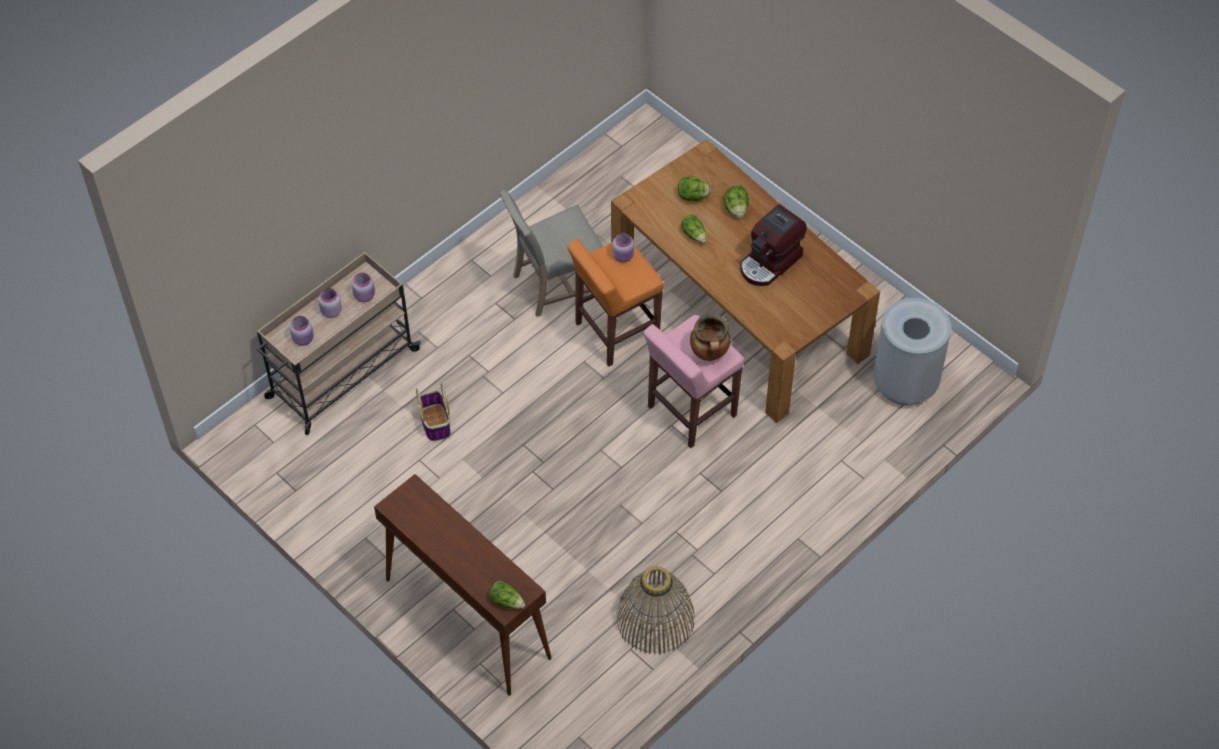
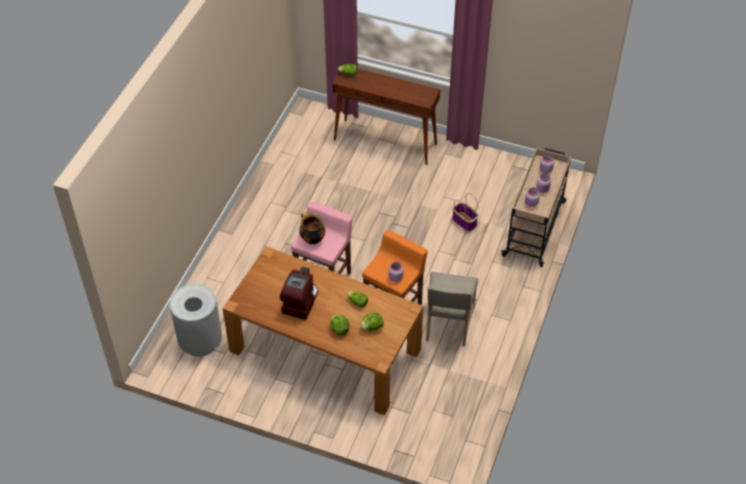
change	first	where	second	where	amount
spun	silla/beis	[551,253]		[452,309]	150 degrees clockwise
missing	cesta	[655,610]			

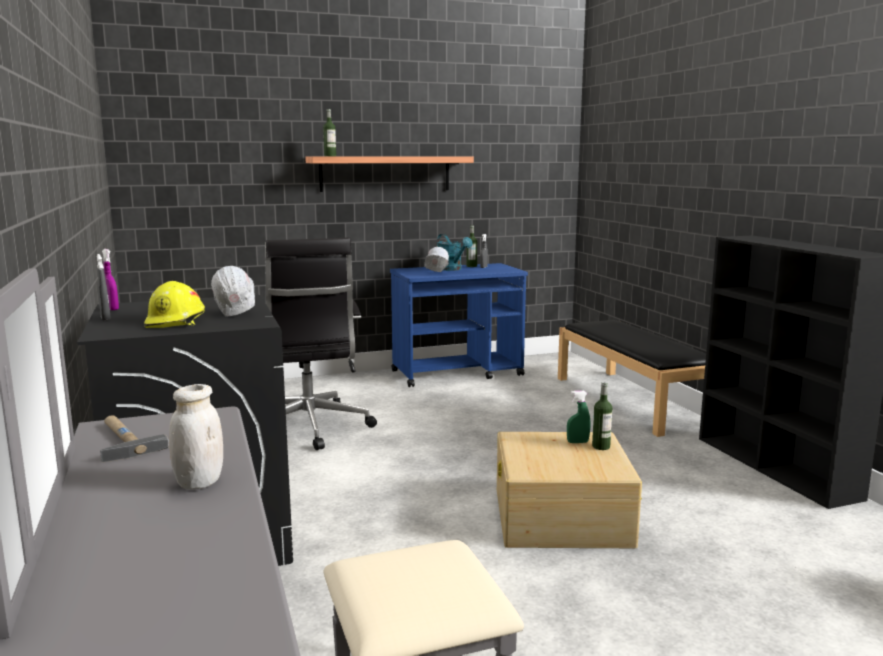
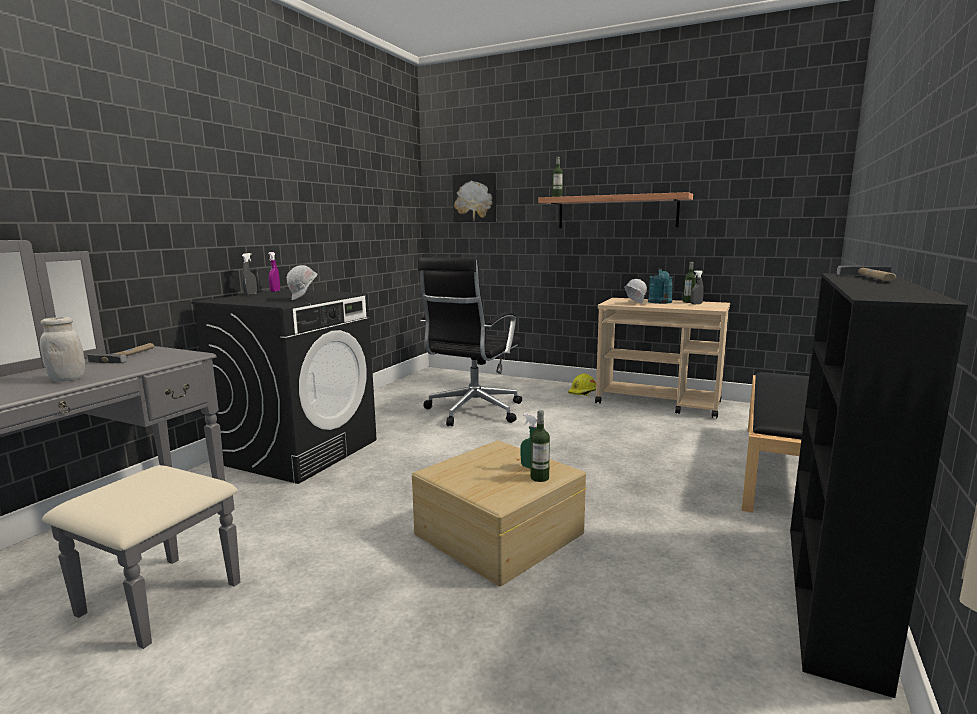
change	first	where	second	where	amount
appeared			cuadro	[474,197]	
relocated	casco/amarillo	[174,304]		[582,385]	
colour	carrito/azul	[459,325]	carrito/beis	[662,358]	
appeared			martillo	[866,274]	

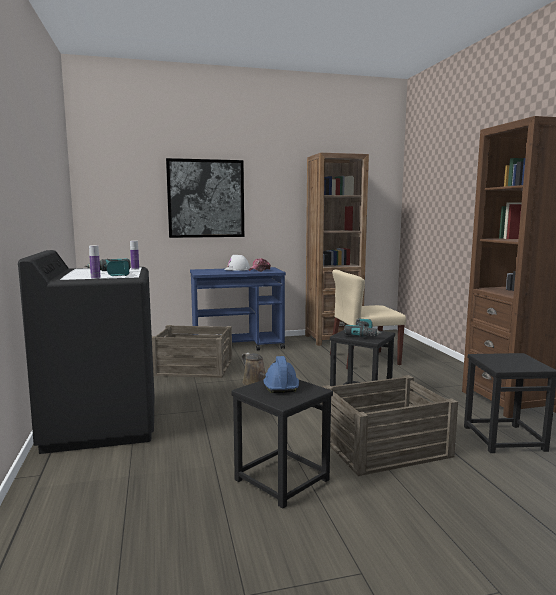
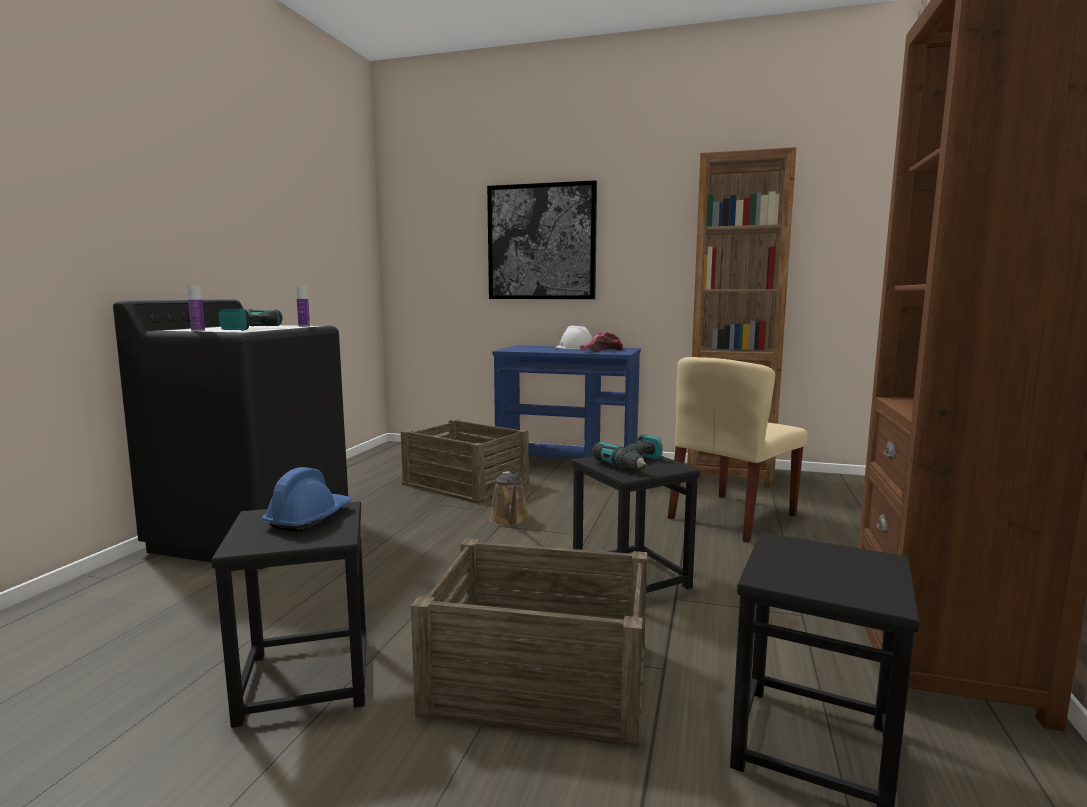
change	first	where	second	where	amount
spun	silla/beis	[368,319]		[737,450]	60 degrees counterclockwise

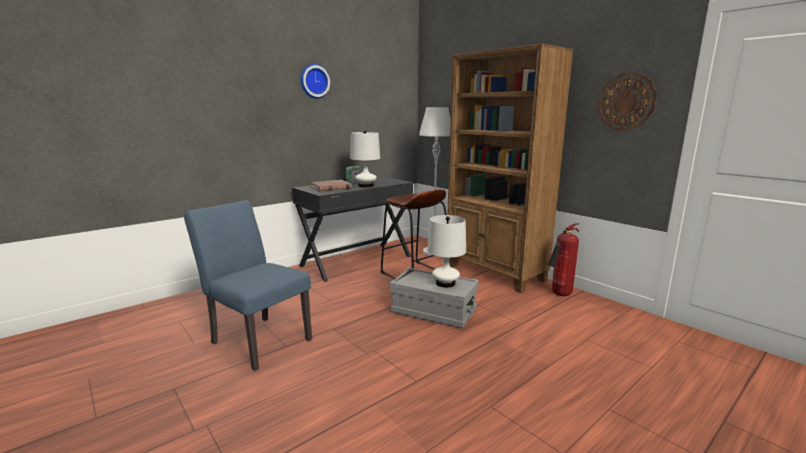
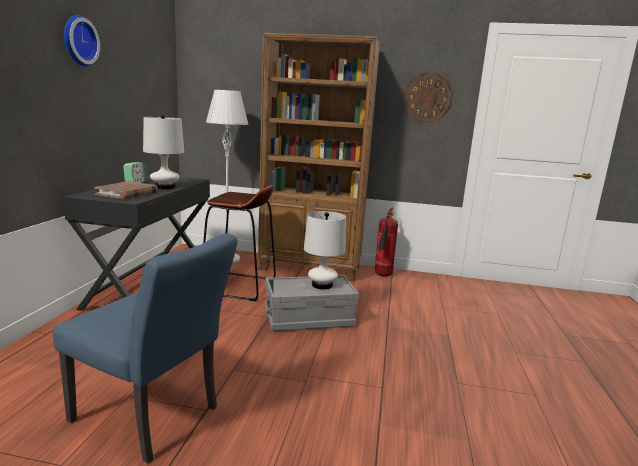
change	first	where	second	where	amount
spun	silla/azul	[248,285]		[145,348]	150 degrees counterclockwise

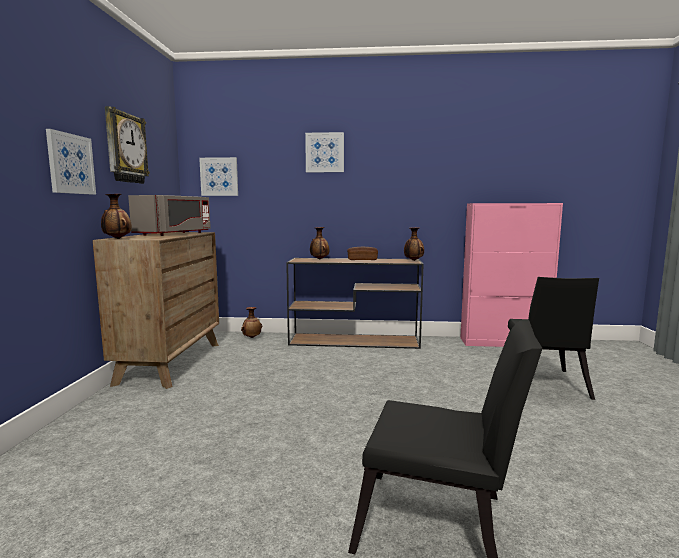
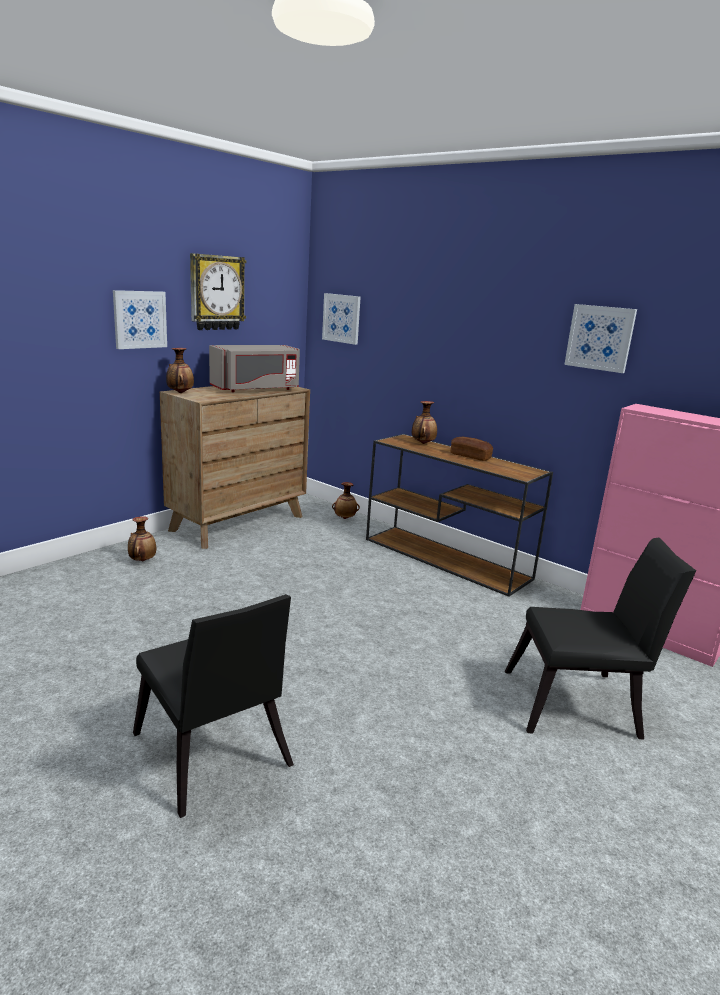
change	first	where	second	where	amount
relocated	florero	[414,244]		[142,538]	
spun	silla/negro	[553,338]		[600,638]	135 degrees counterclockwise
relocated	cuadro	[324,152]		[600,338]	

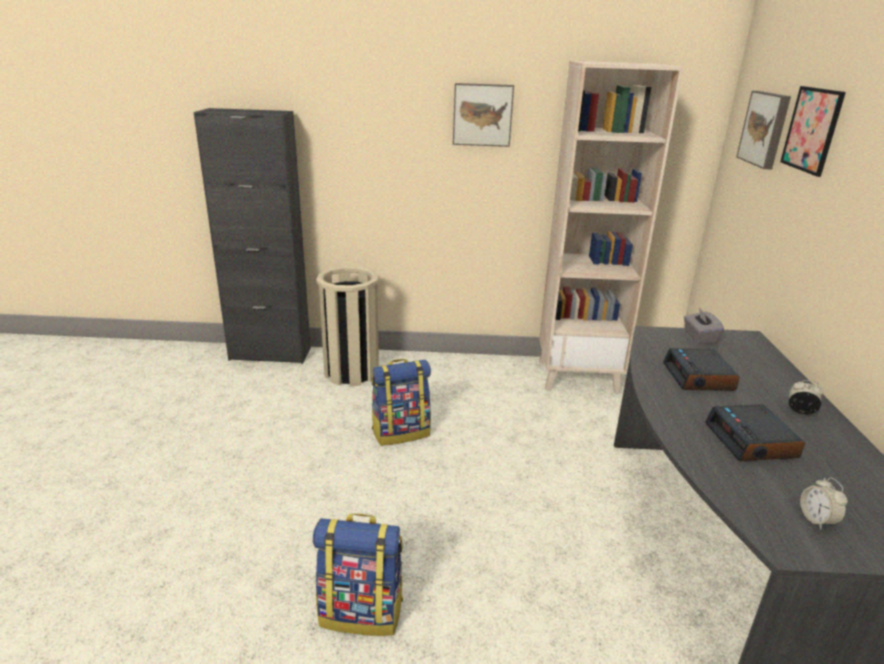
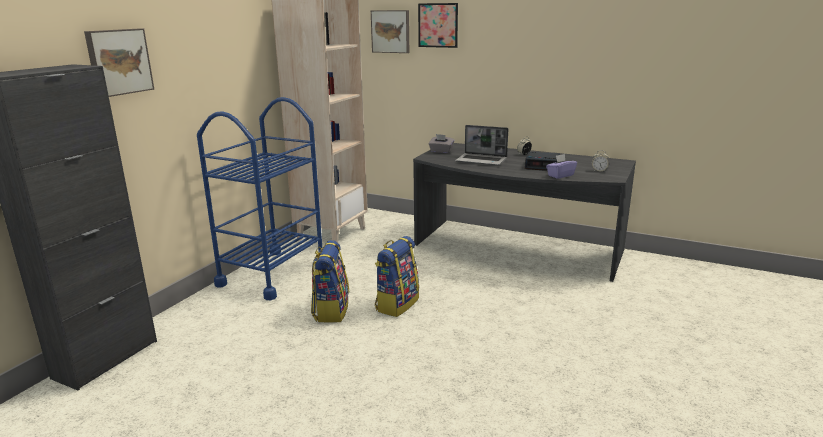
change	first	where	second	where	amount
relocated	cuadro	[483,115]		[119,62]	
appeared			carrito/azul	[259,198]	
relocated	mochila	[358,575]		[397,276]	
exchanged	despertador	[701,369]	portátil	[481,145]	
appeared			caja de pañuelos/morado	[561,166]	
missing	papelera/beis	[347,326]			

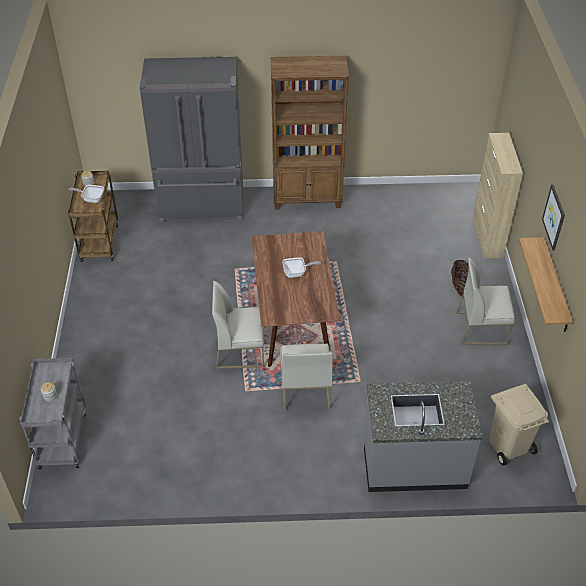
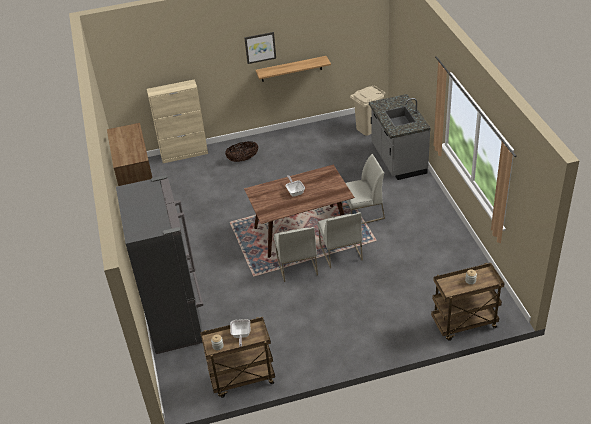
change	first	where	second	where	amount
relocated	silla/blanco	[485,301]		[296,254]	
colour	carrito/gris	[52,413]	carrito/marrón	[468,302]	

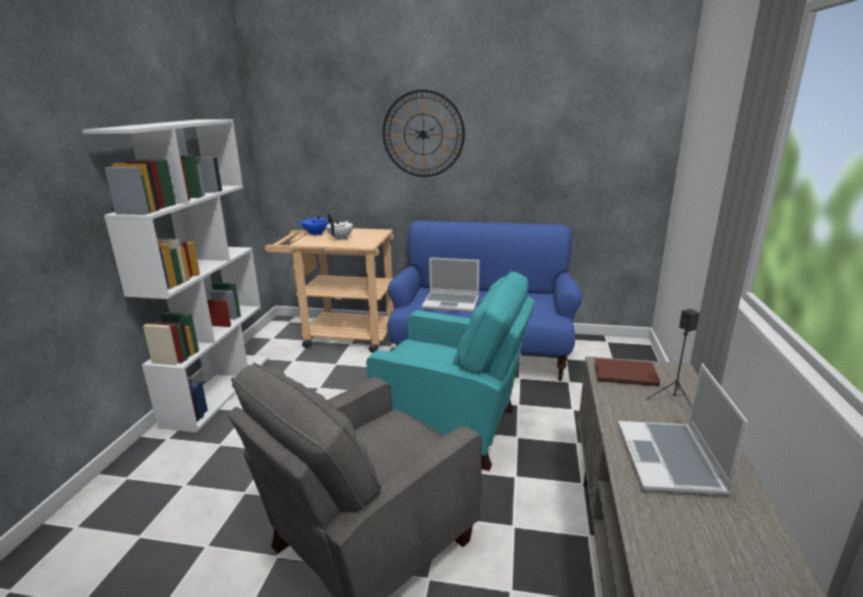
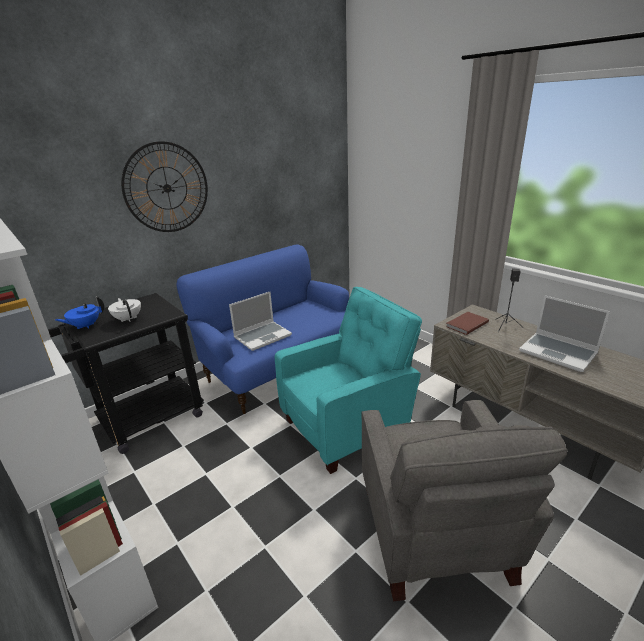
change	first	where	second	where	amount
colour	carrito/beis	[329,290]	carrito/negro	[126,373]	

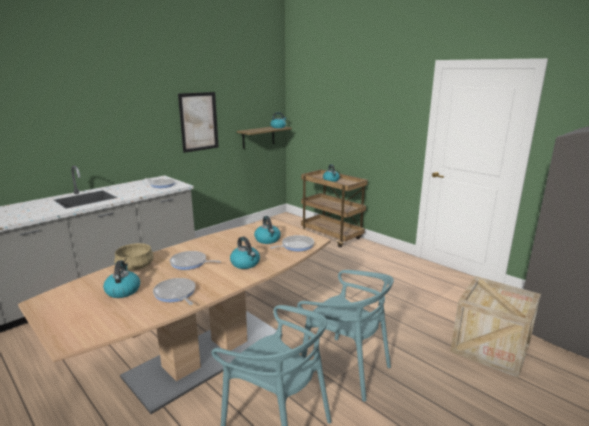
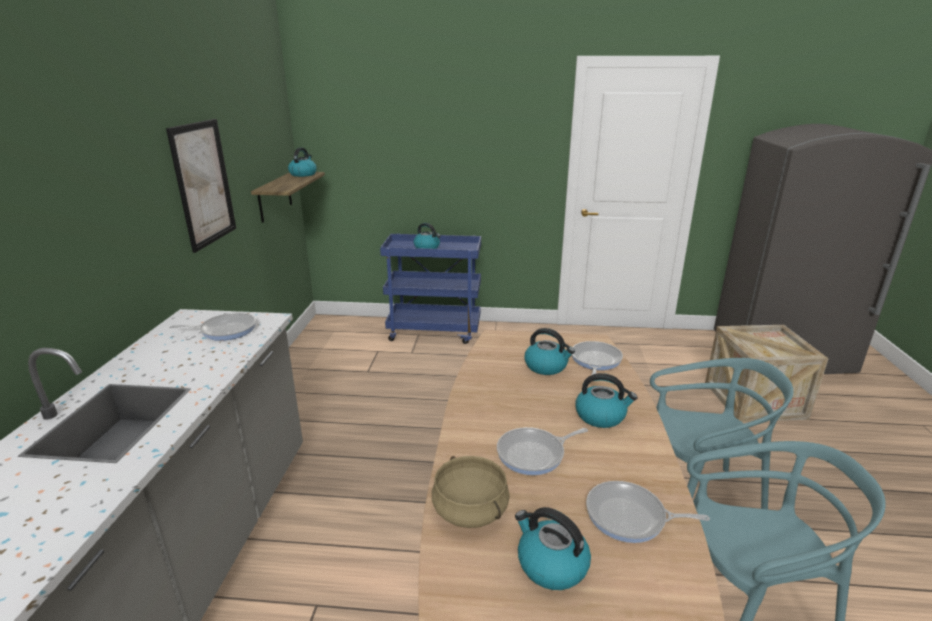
change	first	where	second	where	amount
colour	carrito/marrón	[334,208]	carrito/azul	[430,288]	

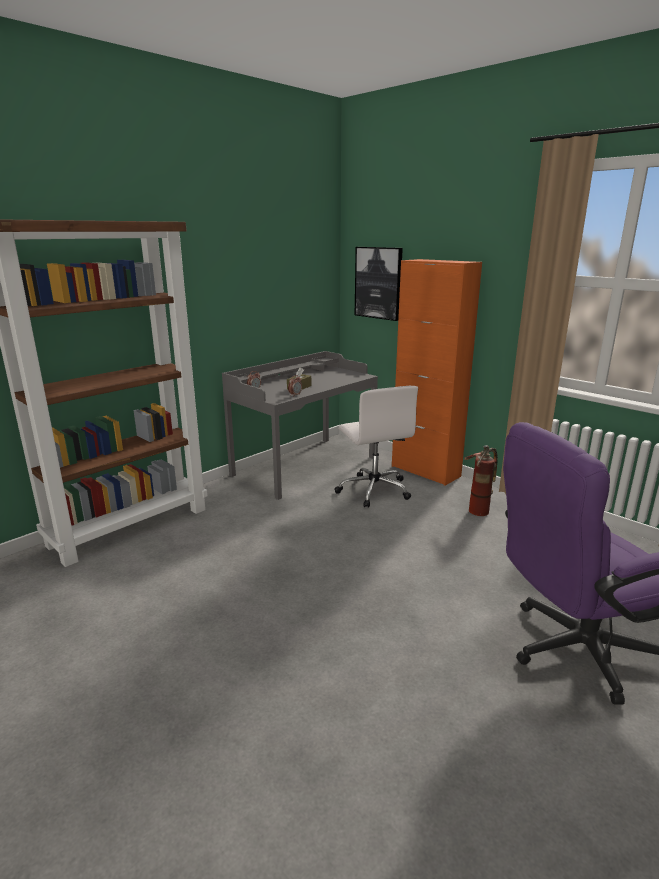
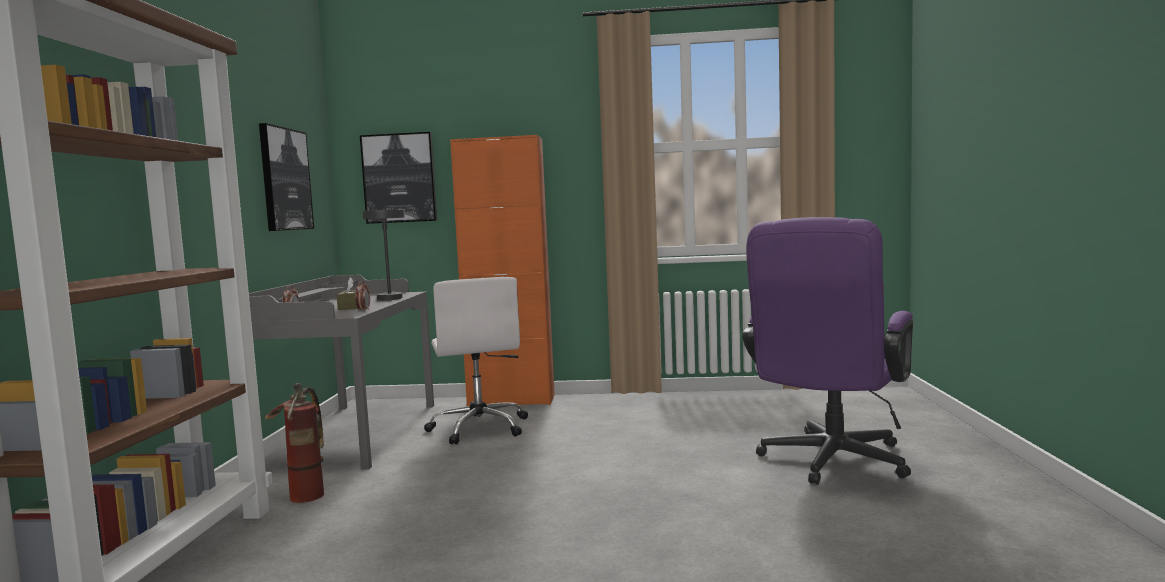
change	first	where	second	where	amount
appeared			cuadro	[286,177]	
relocated	extintor	[480,480]		[294,443]	
appeared			lámpara de mesa/gris	[383,254]	
spun	silla de oficina/blanco	[376,447]		[476,361]	45 degrees clockwise

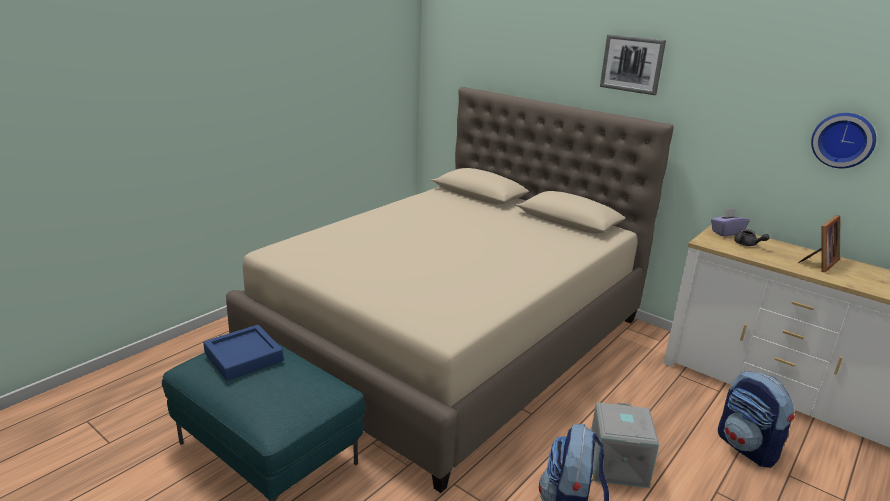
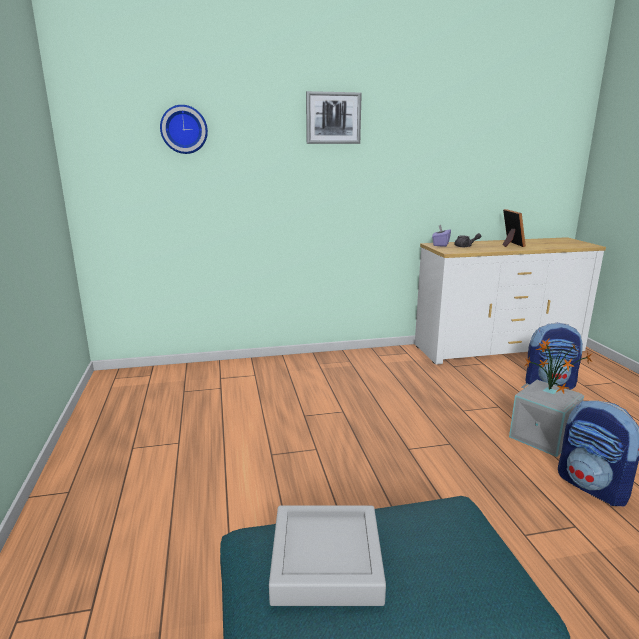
change	first	where	second	where	amount
relocated	reloj de pared	[843,140]		[184,129]	
colour	bandeja/azul	[243,353]	bandeja/gris	[327,556]	
appeared			planta en maceta	[558,366]	
missing	cama/beis	[450,290]			

